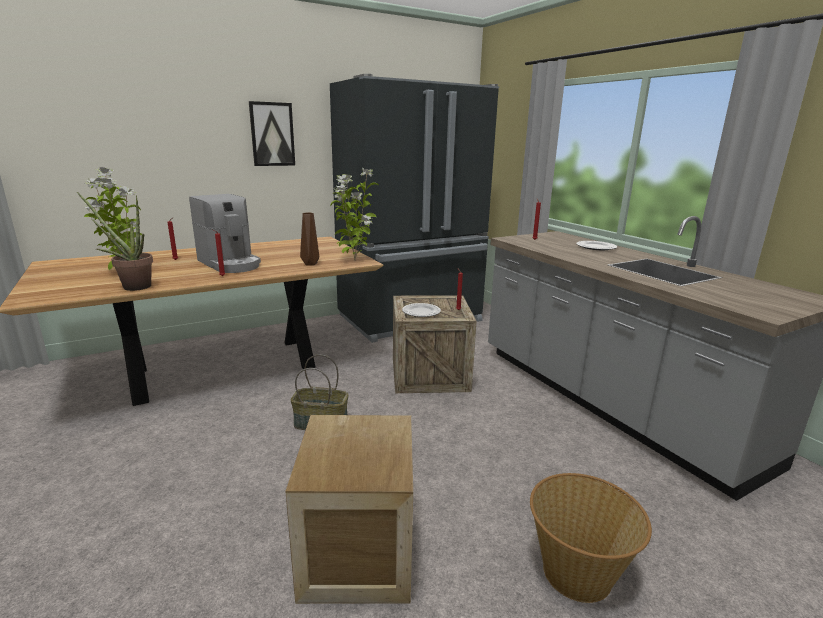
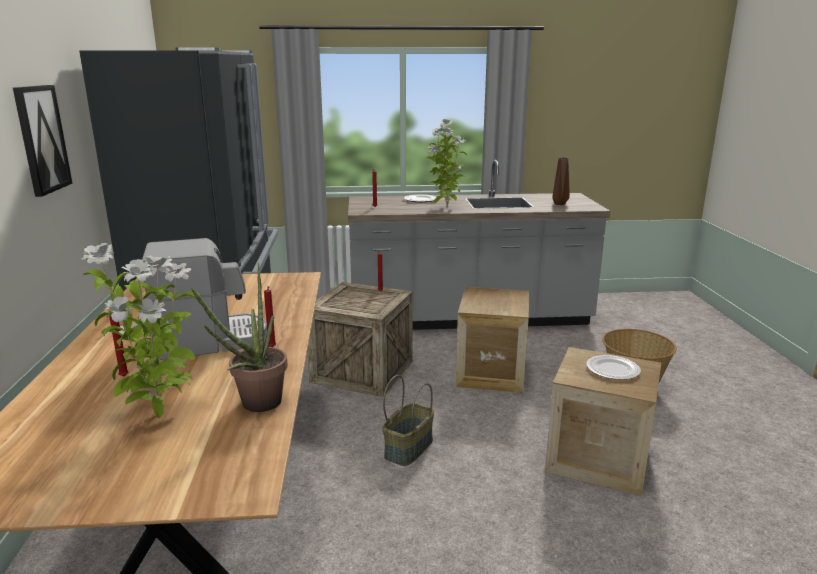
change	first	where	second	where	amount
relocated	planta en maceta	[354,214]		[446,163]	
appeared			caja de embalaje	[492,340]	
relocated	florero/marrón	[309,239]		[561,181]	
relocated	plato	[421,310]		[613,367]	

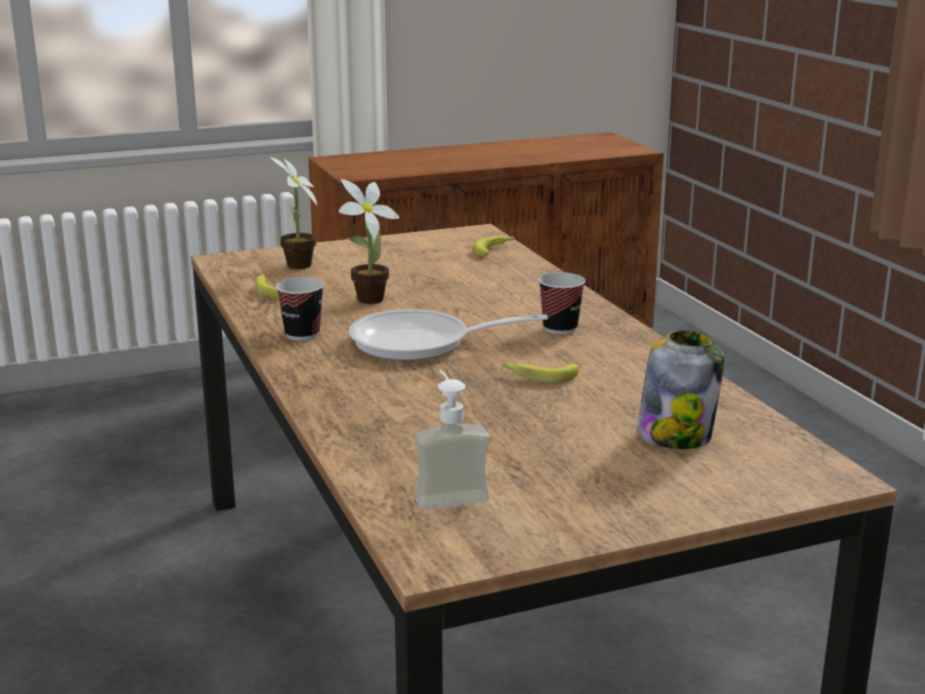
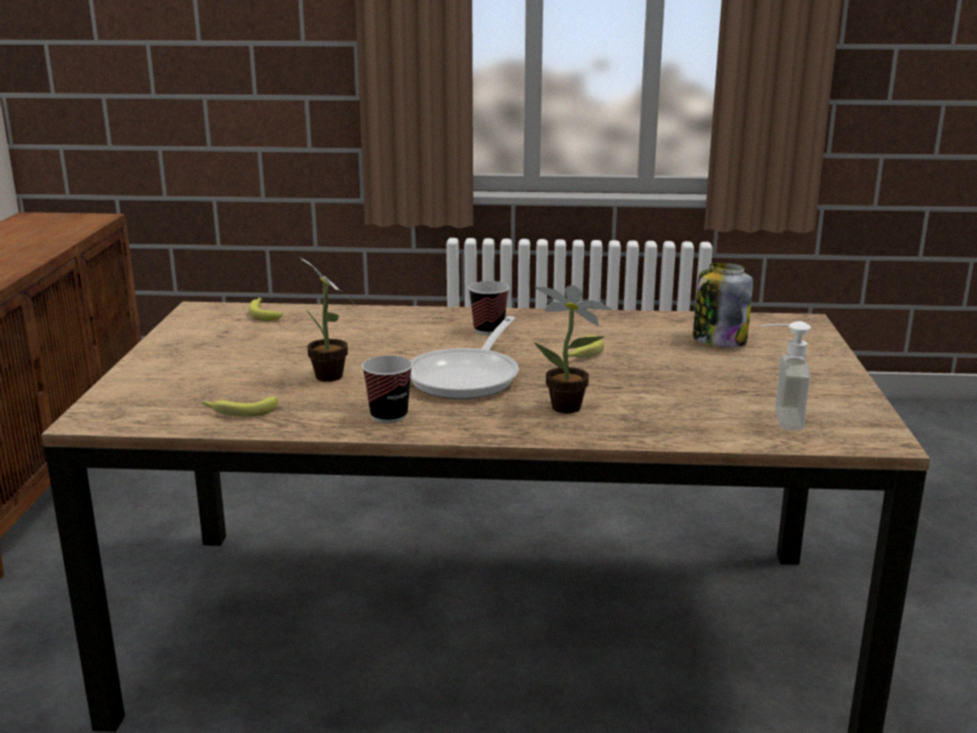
change	first	where	second	where	amount
relocated	planta en maceta	[293,213]		[573,349]	

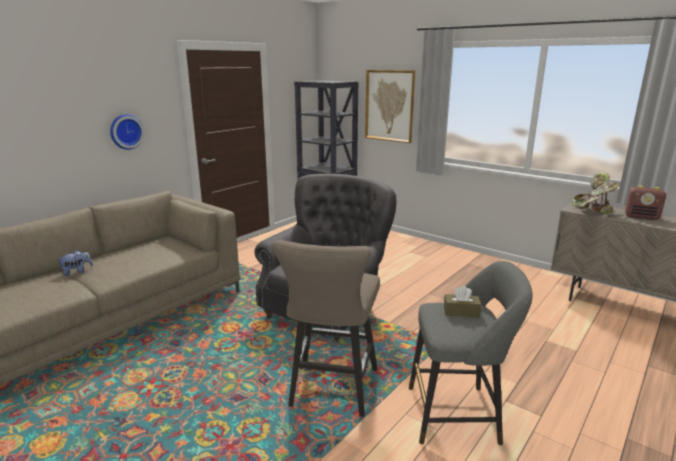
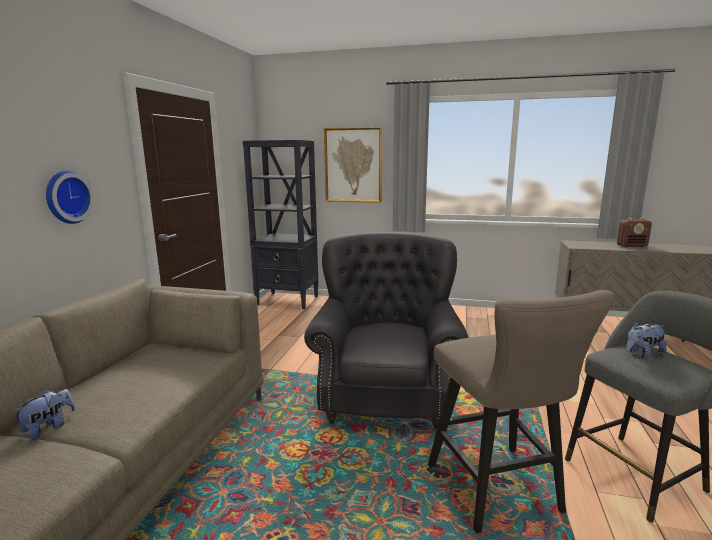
change	first	where	second	where	amount
exchanged	caja de pañuelos/marrón	[462,301]	peluche	[646,339]	
missing	planta en maceta	[596,193]			

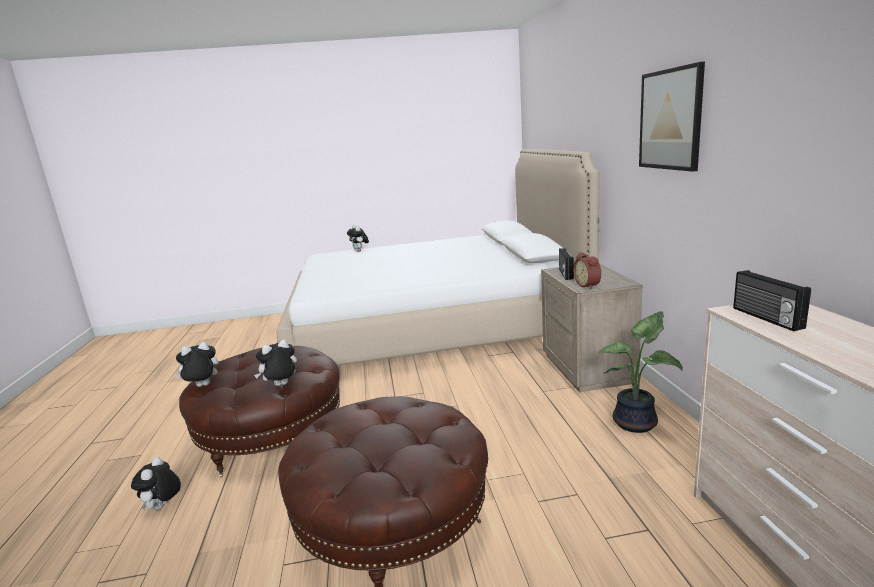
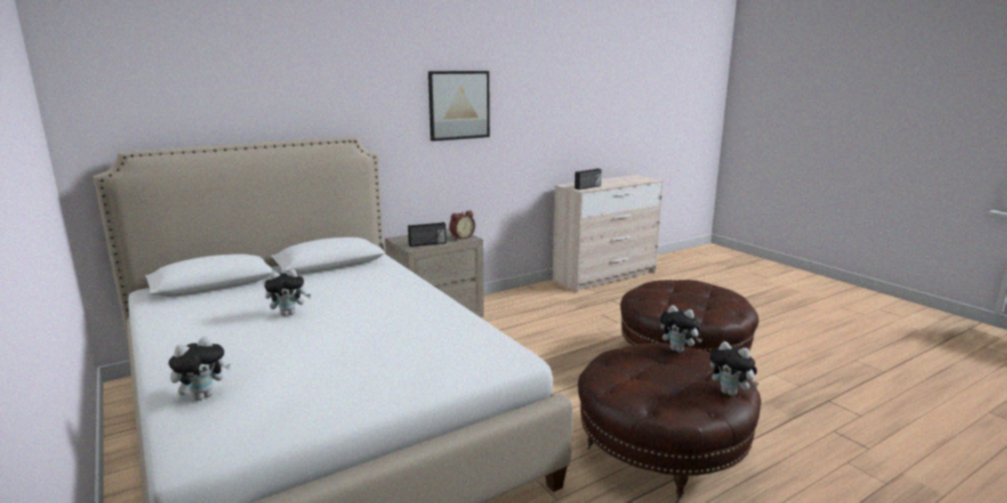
change	first	where	second	where	amount
relocated	peluche	[156,483]		[287,292]	
missing	planta en maceta	[641,372]			

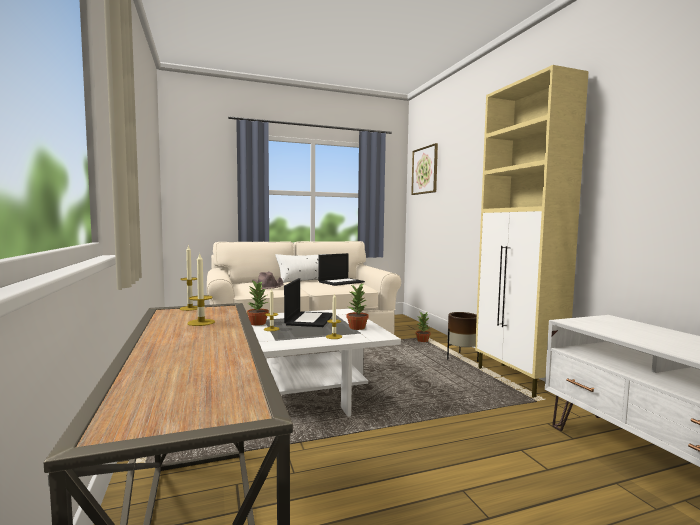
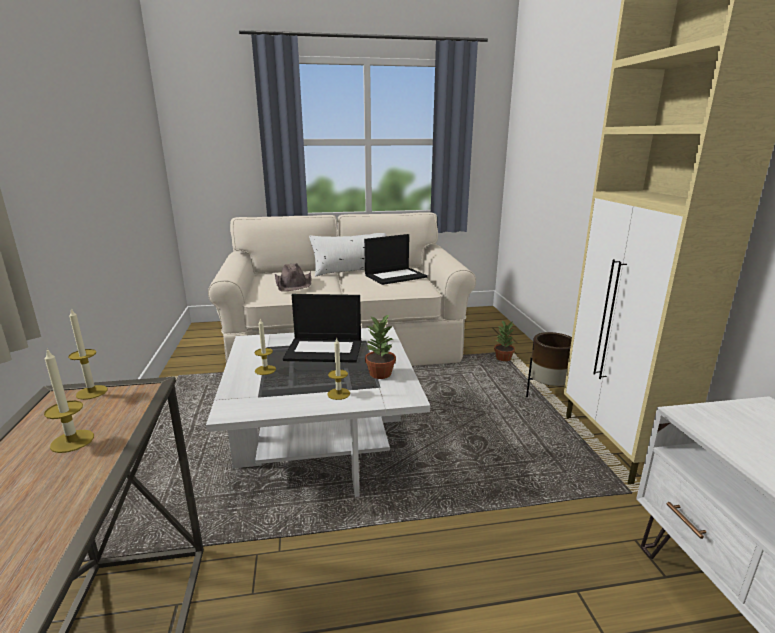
change	first	where	second	where	amount
spun	portátil	[308,302]		[322,328]	75 degrees clockwise
missing	planta en maceta	[258,303]			
missing	cuadro	[424,169]			

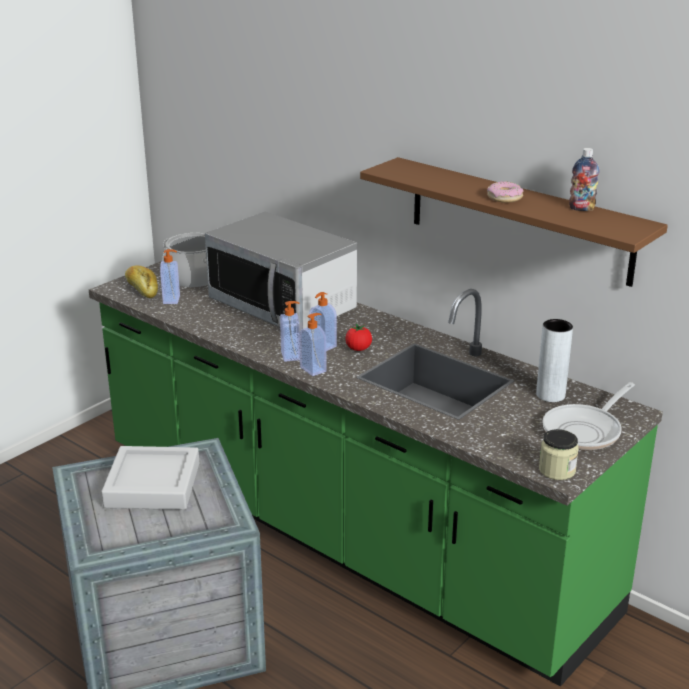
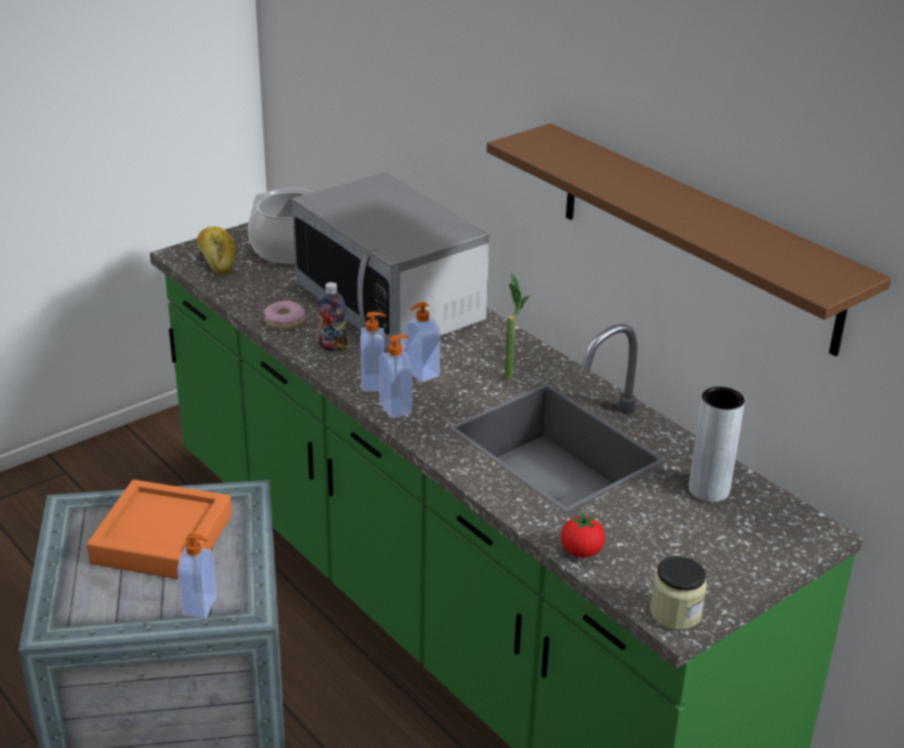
change	first	where	second	where	amount
colour	bandeja/gris	[150,478]	bandeja/naranja	[159,529]	
relocated	dispensador de jabón	[170,276]		[197,575]	
relocated	rosquilla	[505,192]		[284,314]	
relocated	botella	[584,179]		[332,316]	
appeared			planta en maceta	[517,326]	
relocated	tomate	[358,337]		[583,535]	
missing	sartén	[589,416]			

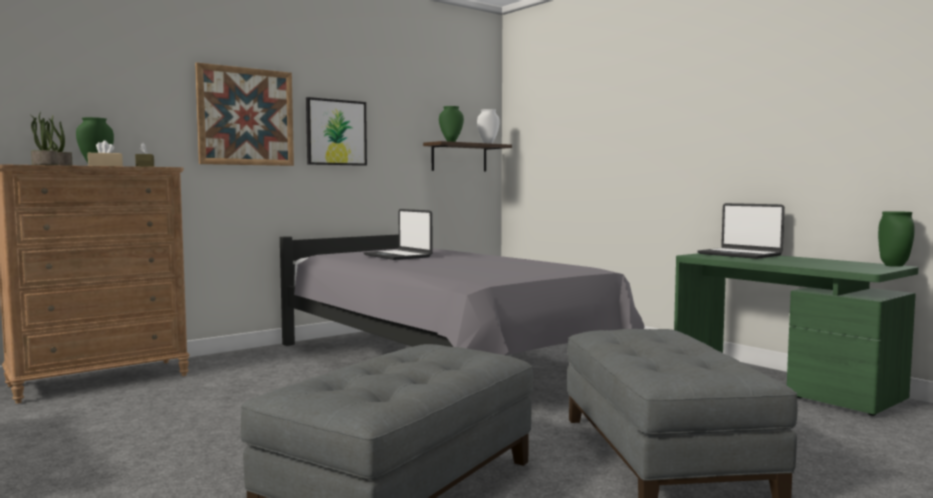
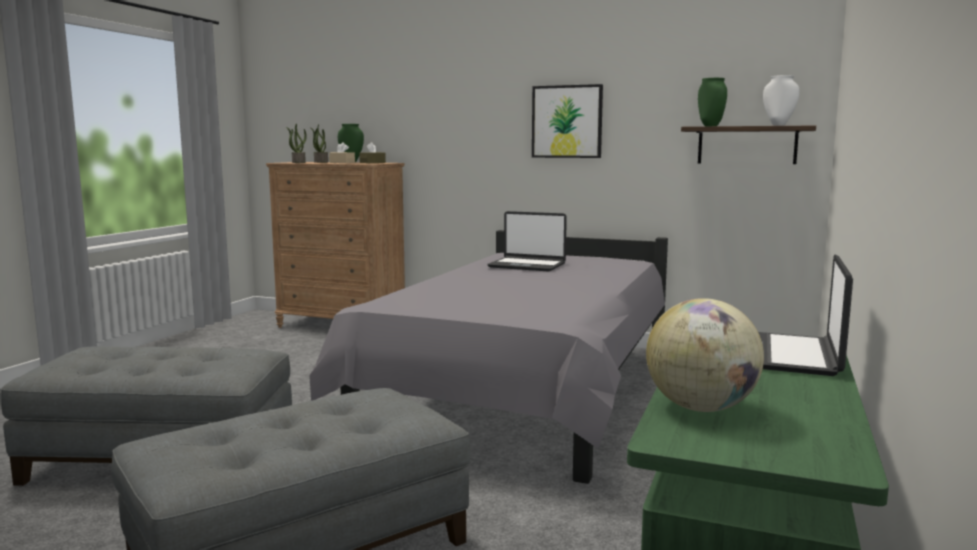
change	first	where	second	where	amount
spun	portátil	[397,234]		[527,241]	90 degrees counterclockwise
appeared			globo terráqueo	[705,355]	
missing	cuadro	[244,114]			
missing	florero/verde	[896,239]			

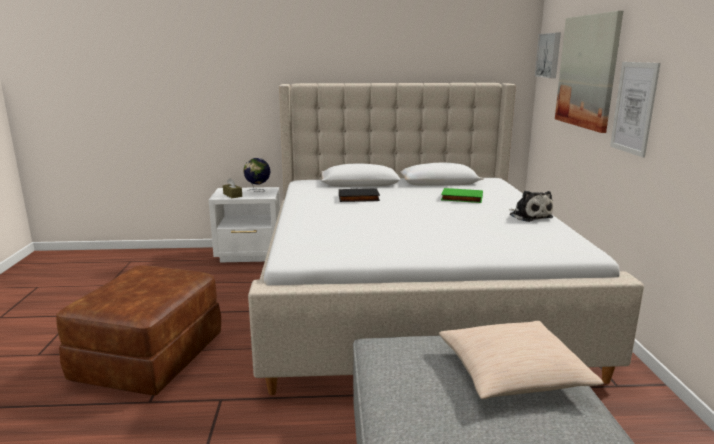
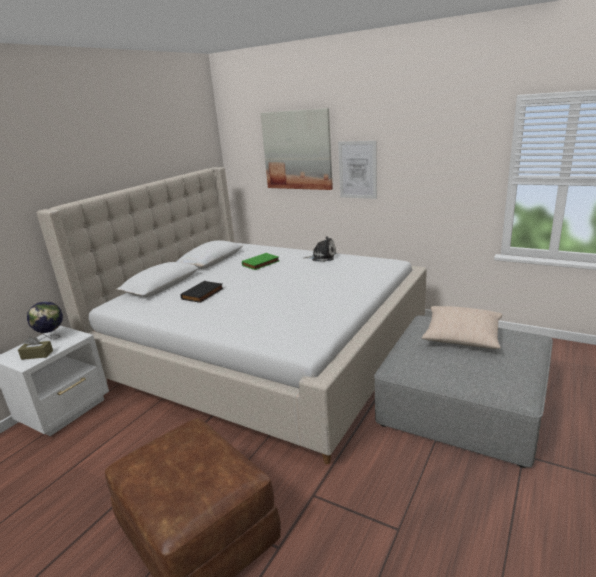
change	first	where	second	where	amount
missing	cuadro	[548,55]			

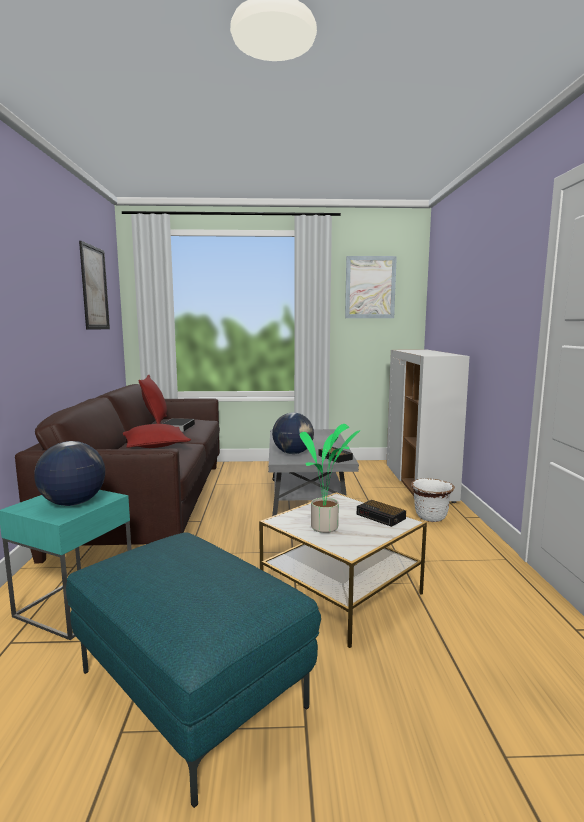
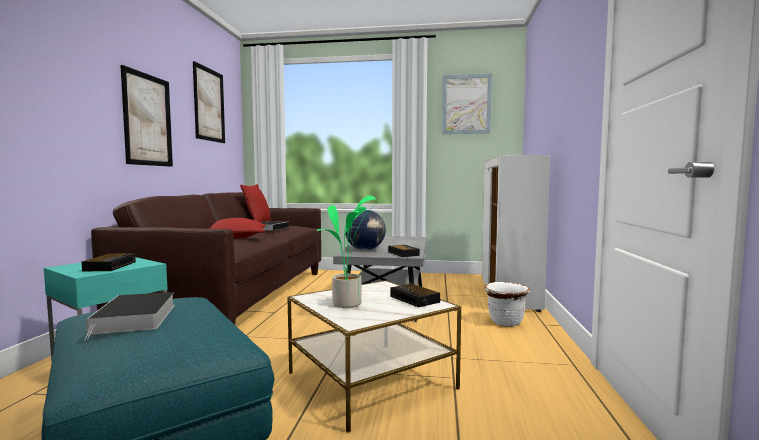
change	first	where	second	where	amount
exchanged	globo terráqueo	[69,473]	despertador	[109,262]	
appeared			libro	[130,316]	
appeared			cuadro	[146,116]	

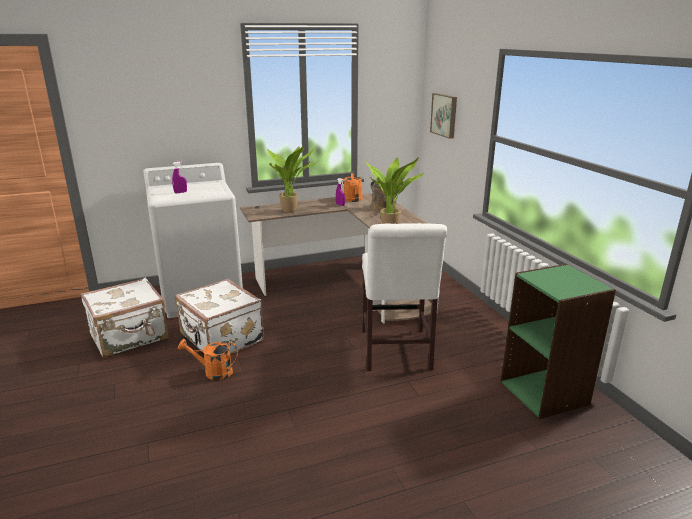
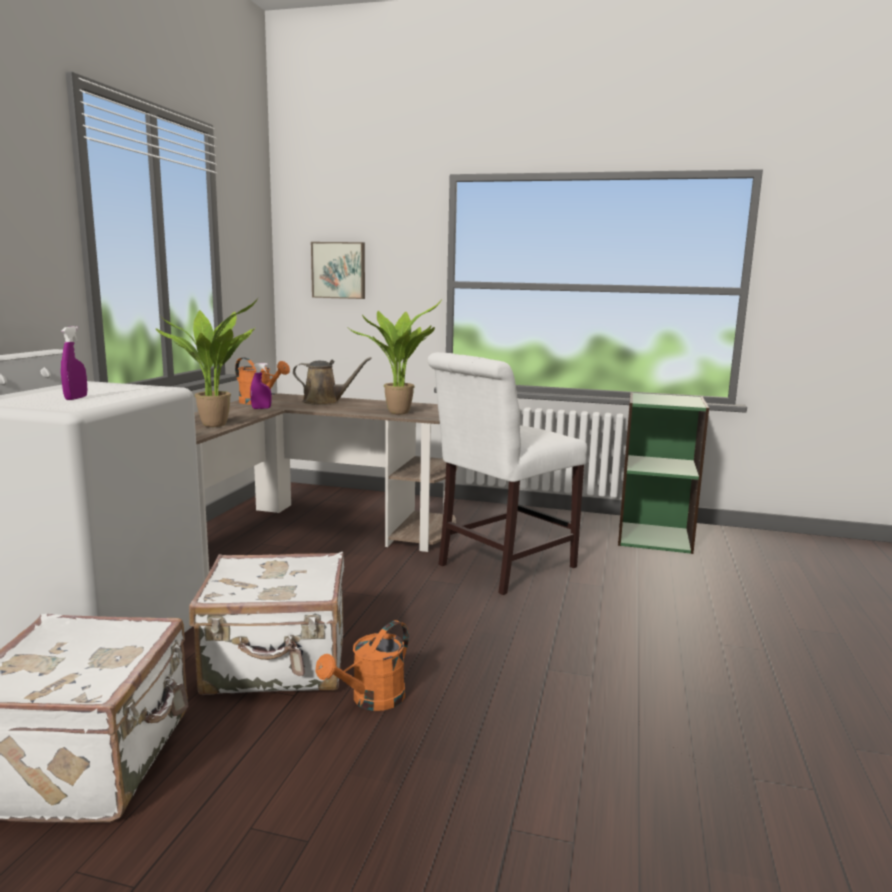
change	first	where	second	where	amount
spun	silla/blanco	[404,297]		[507,473]	105 degrees clockwise

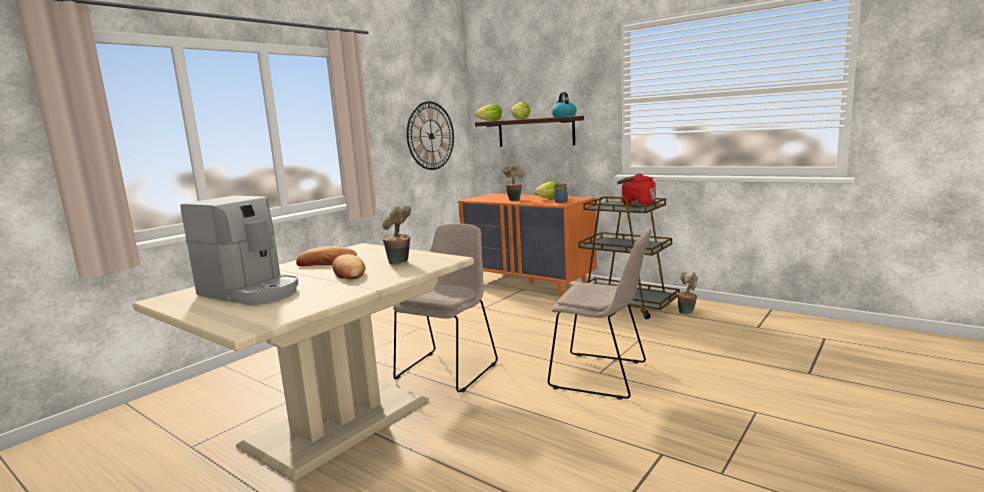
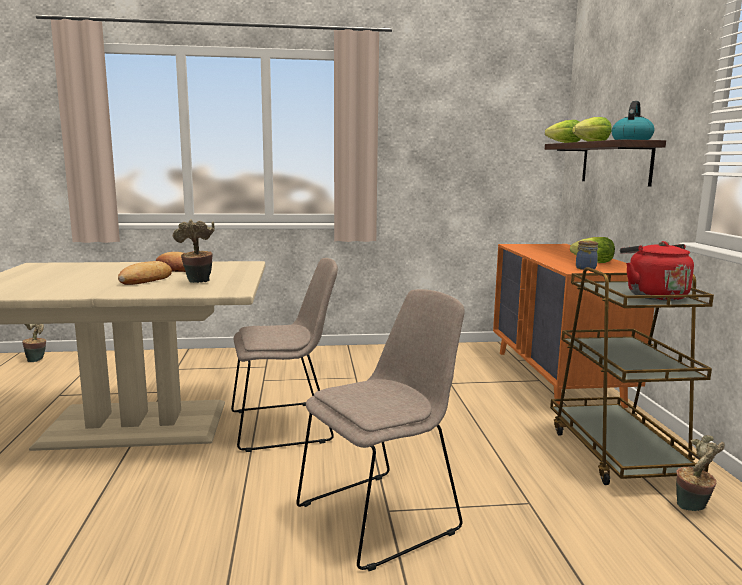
change	first	where	second	where	amount
relocated	planta en maceta	[513,183]		[34,343]	
spun	silla/beis	[599,314]		[380,430]	105 degrees counterclockwise
missing	cafetera	[239,250]			
missing	reloj de pared	[430,135]			

